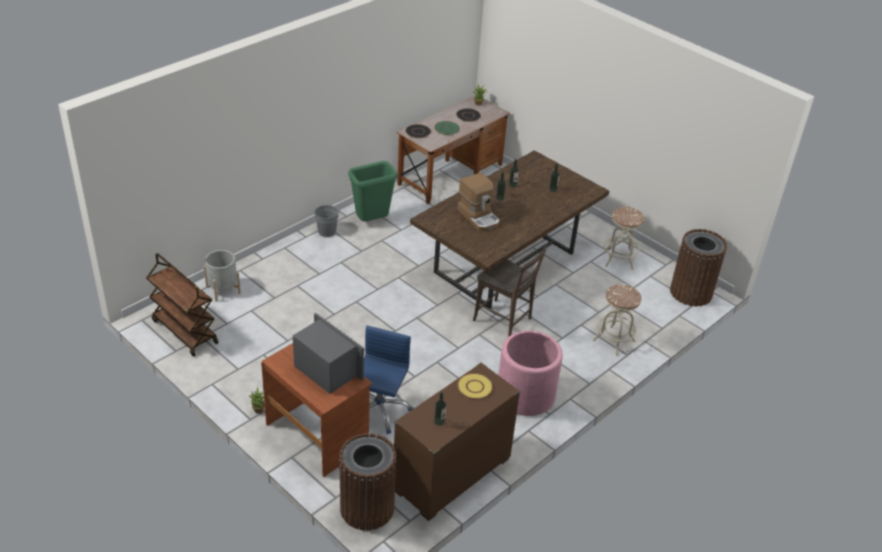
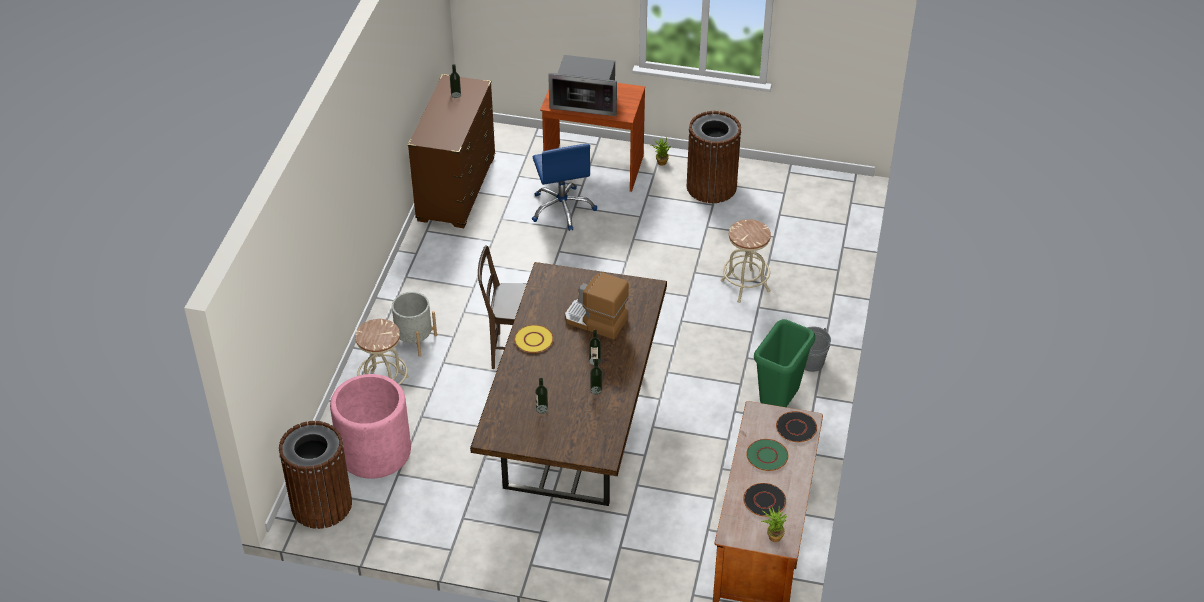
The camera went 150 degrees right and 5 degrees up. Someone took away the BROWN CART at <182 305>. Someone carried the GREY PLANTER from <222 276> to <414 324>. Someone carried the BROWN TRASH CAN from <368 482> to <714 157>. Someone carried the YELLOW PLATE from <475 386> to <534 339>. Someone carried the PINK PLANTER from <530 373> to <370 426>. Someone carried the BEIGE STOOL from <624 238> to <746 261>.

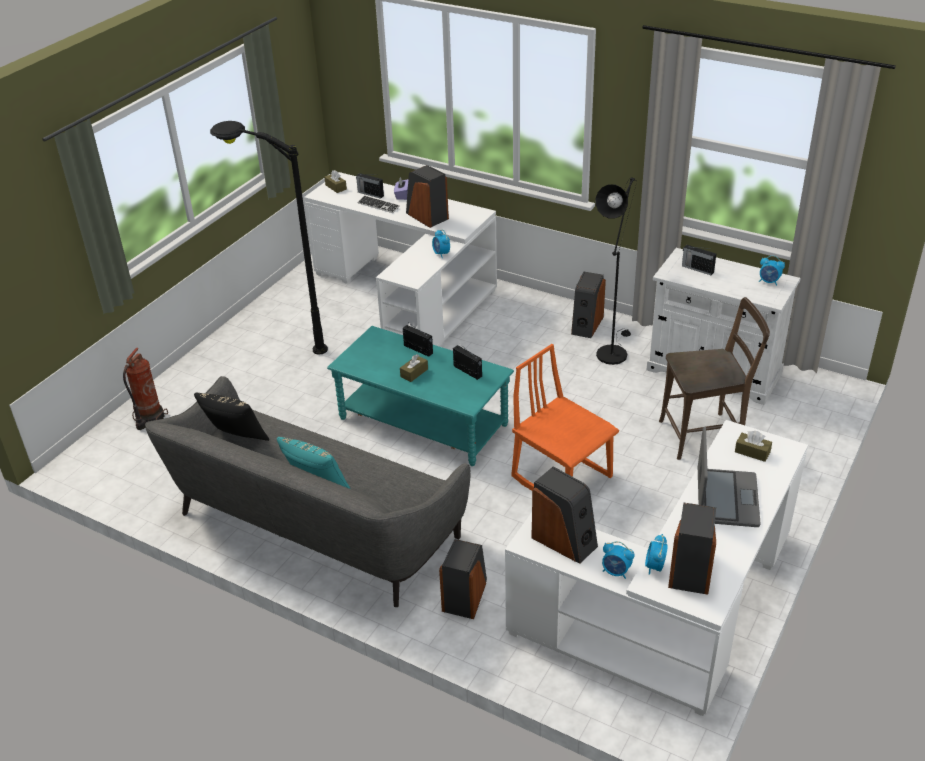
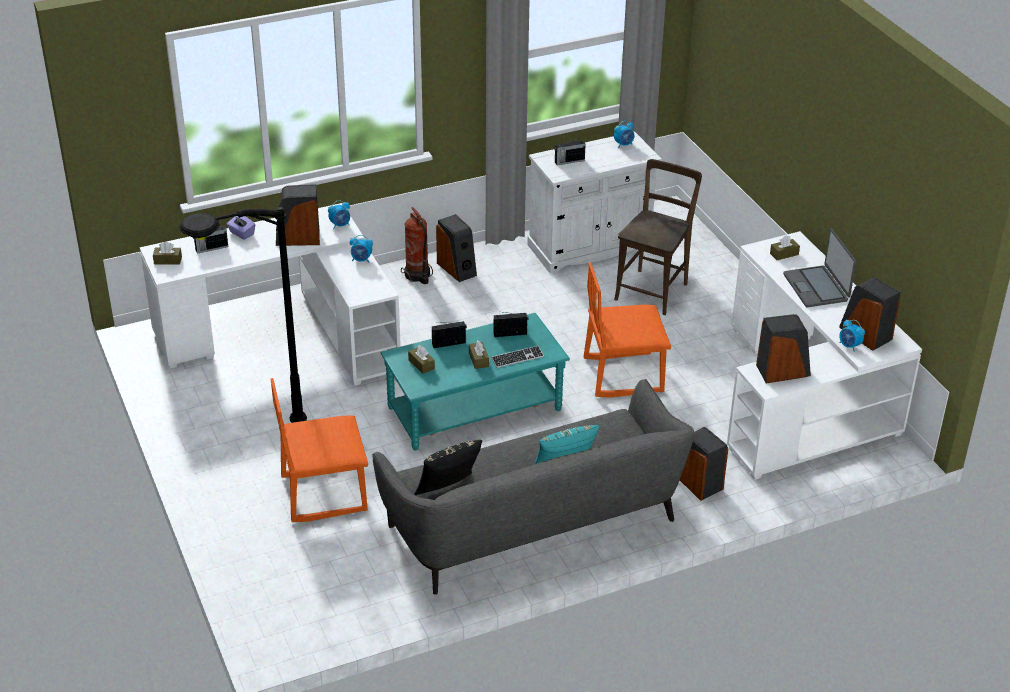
The camera went 55 degrees left and 0 degrees up. Someone carried the FIRE EXTINGUISHER from <145 389> to <417 245>. Someone carried the KEYBOARD from <379 204> to <517 357>. Someone took away the BLACK FLOOR LAMP at <616 271>. Someone carried the ALARM CLOCK from <618 560> to <339 214>. Someone rotated the LAPTOP at <729 477> by 150 degrees counterclockwise. Someone put down the ORANGE CHAIR at <319 450>. Someone put down the BROWN TISSUE BOX at <421 359>.

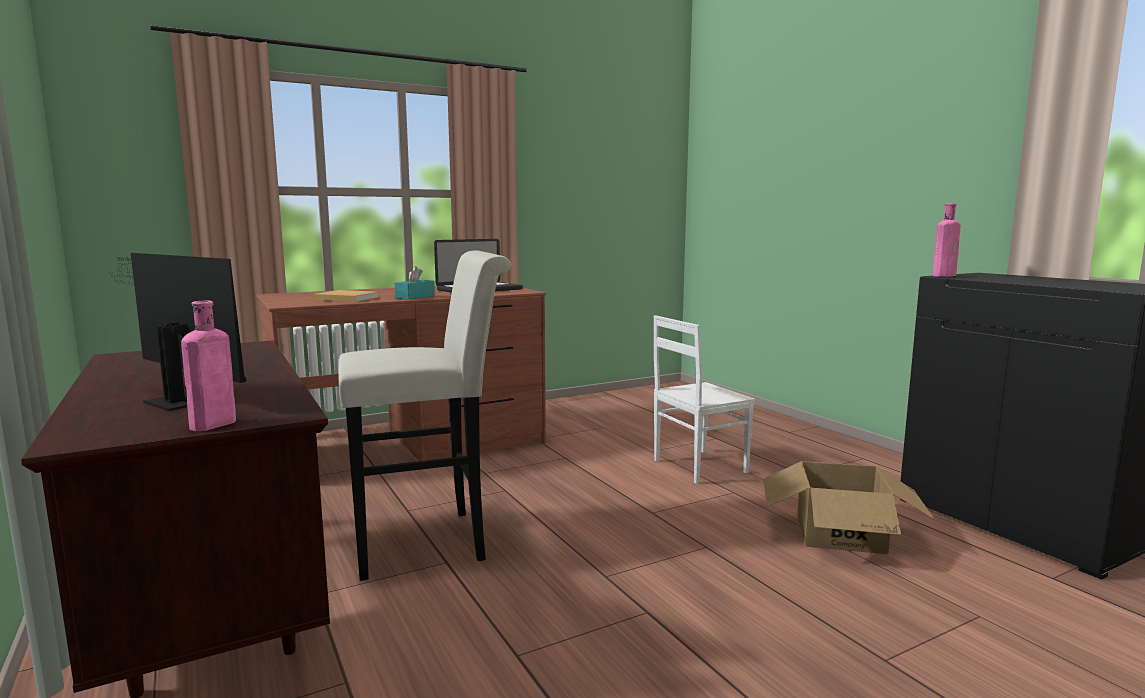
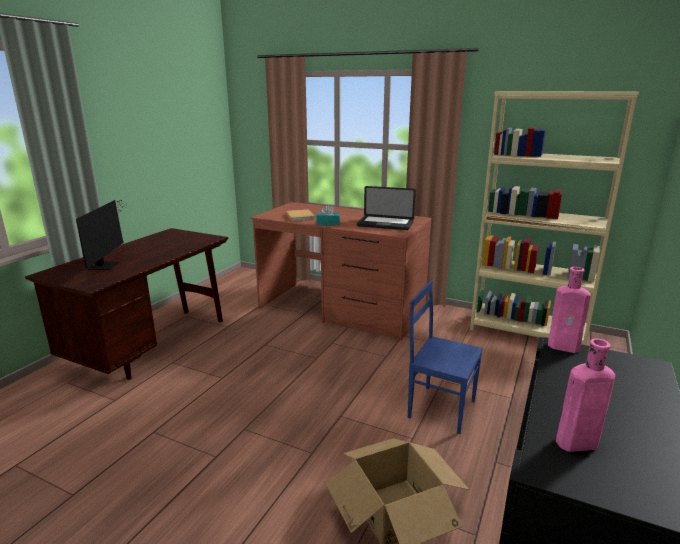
The camera went 55 degrees right and 10 degrees up. Someone carried the PINK BOTTLE from <208 366> to <585 395>. Someone took away the WHITE STOOL at <424 415>. Someone repainted the WHITE CHAIR at <704 399>, which became the BLUE CHAIR at <445 357>. Someone put down the BEIGE BOOKCASE at <554 218>.

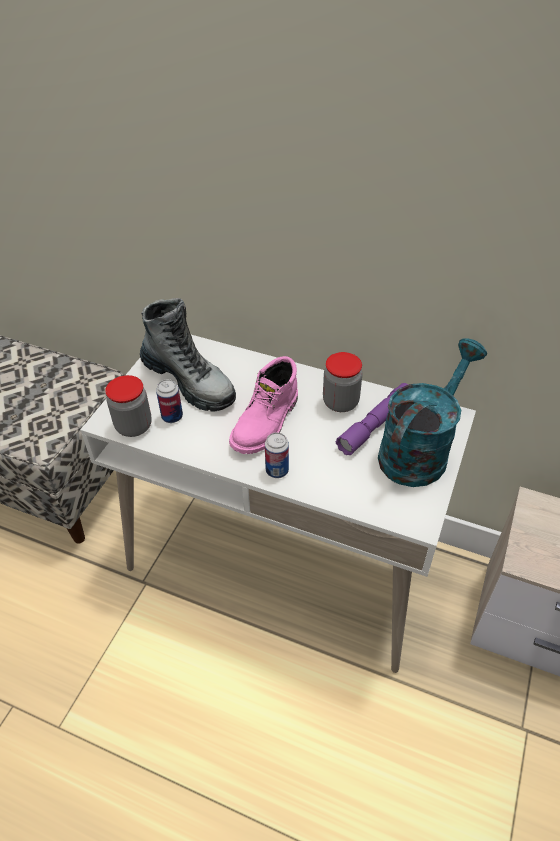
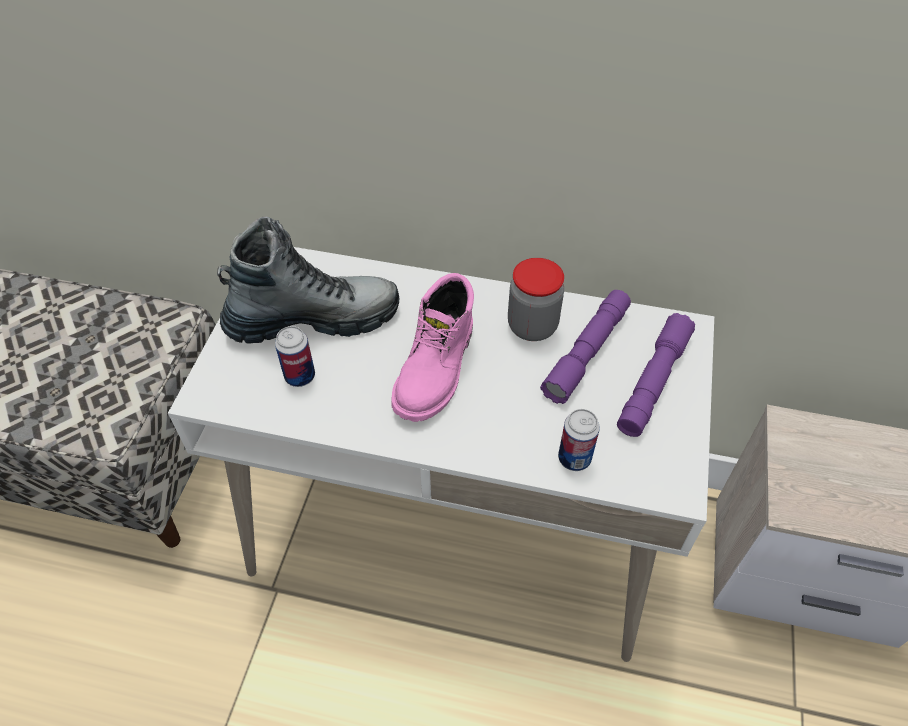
The camera went 10 degrees left and 5 degrees up. Someone took away the JAR at <128 406>. Someone rotated the BOOT at <188 354> by 45 degrees counterclockwise. Someone carried the CAN from <277 455> to <579 440>. Someone swapped the TURQUOISE WATERING CAN at <432 412> for the PURPLE FLASHLIGHT at <656 375>.

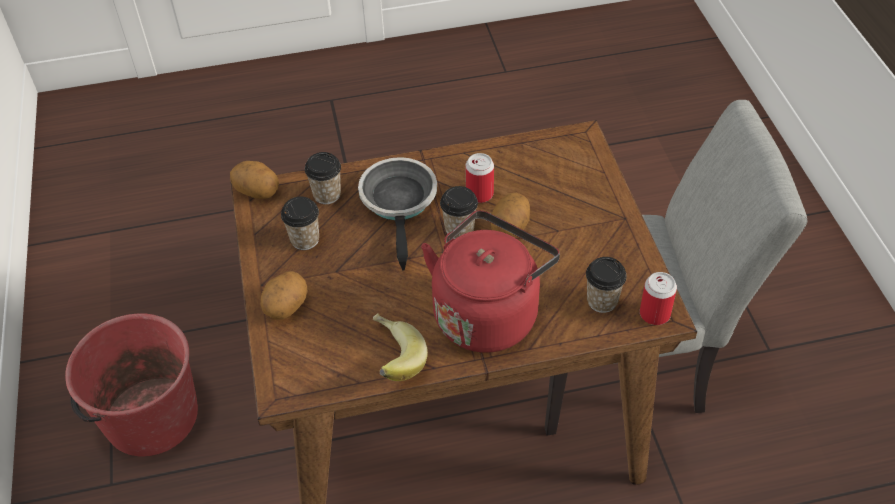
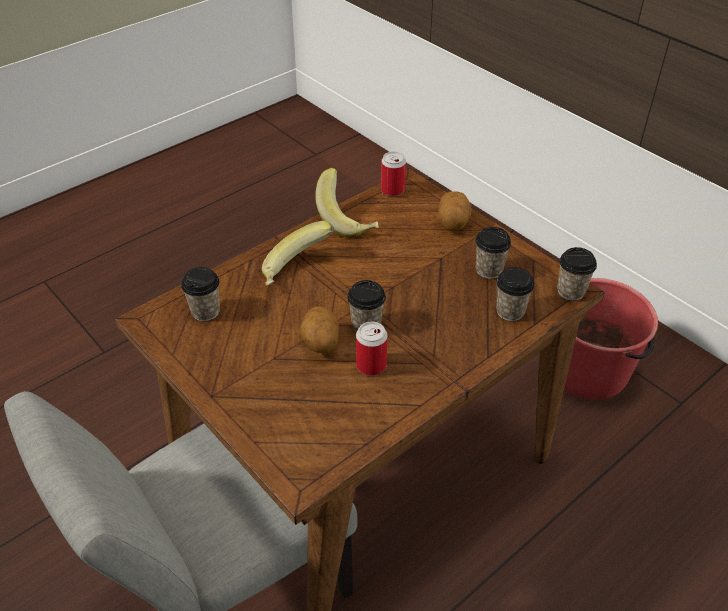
The camera went 150 degrees right and 5 degrees down. Someone swapped the POTATO at <254 180> for the CUP at <577 274>. Someone took away the FRYING PAN at <397 214>. Someone swapped the RED KETTLE at <490 281> for the BANANA at <298 253>. Someone carried the CAN from <658 298> to <393 173>.

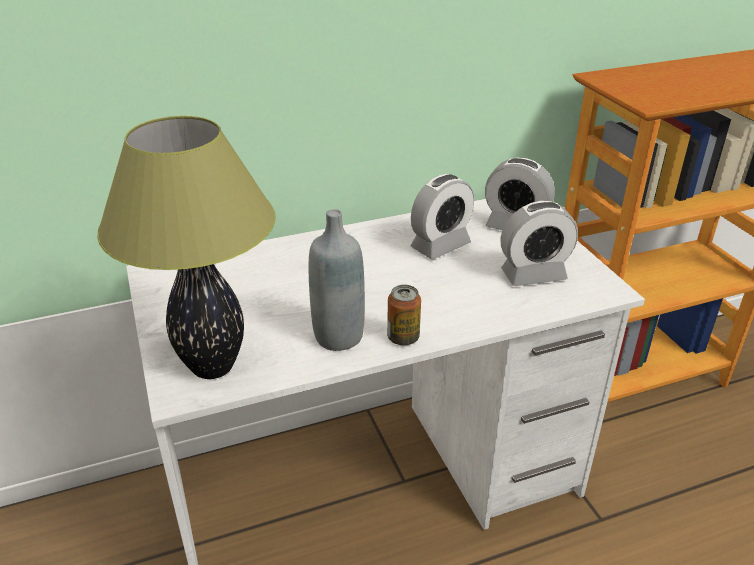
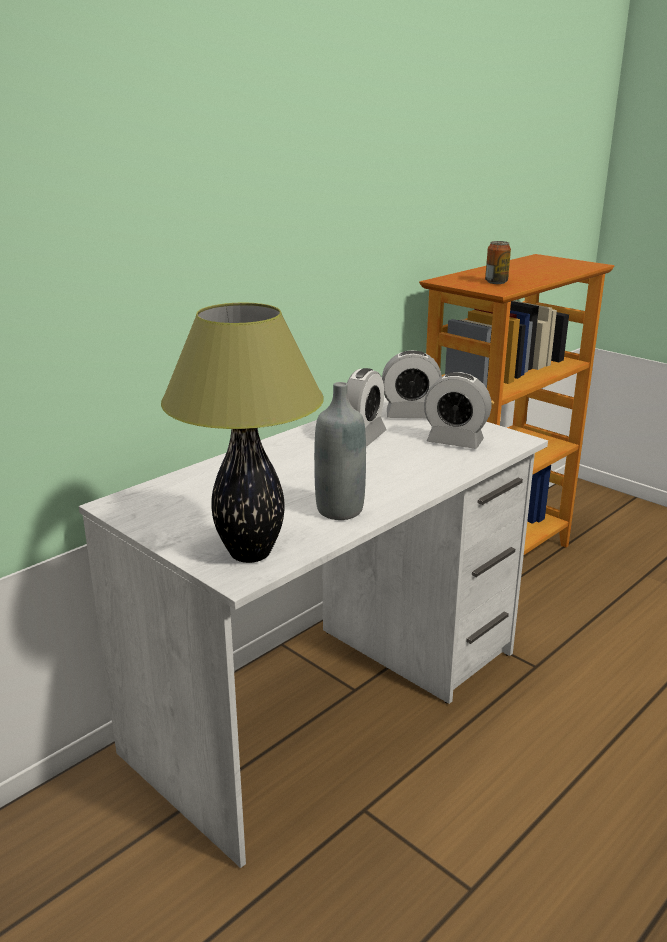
The camera went 25 degrees left and 10 degrees down. Someone carried the CAN from <404 315> to <498 262>. Someone rotated the ALARM CLOCK at <539 243> by 60 degrees clockwise.

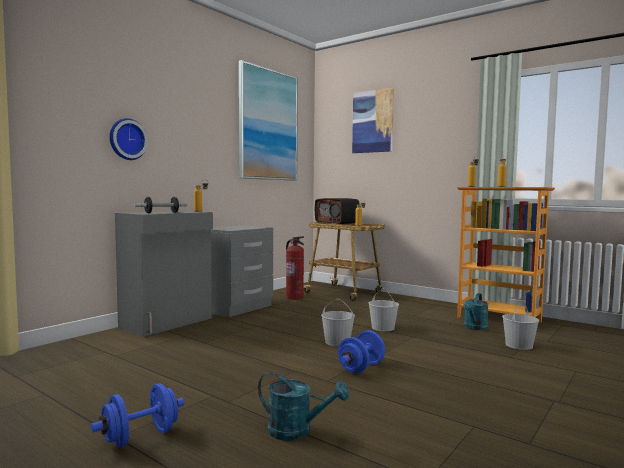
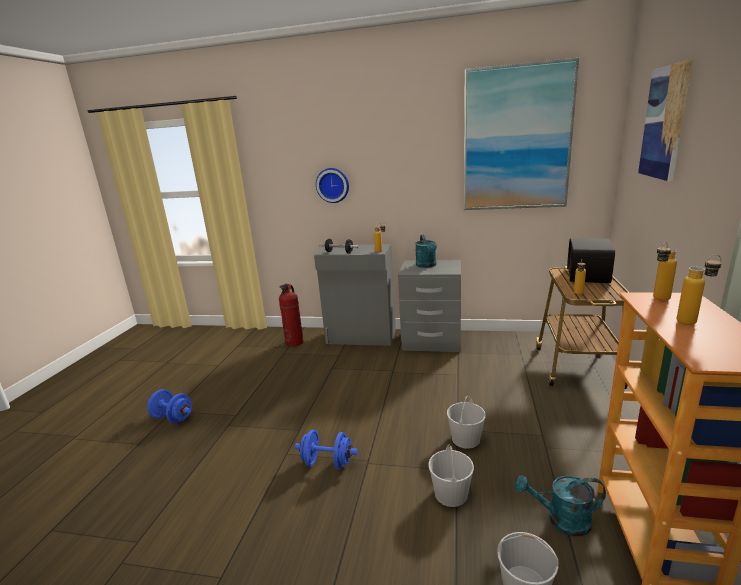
The camera went 65 degrees right and 15 degrees up. Someone carried the TURQUOISE WATERING CAN from <303 406> to <426 251>. Someone carried the FIRE EXTINGUISHER from <295 267> to <291 315>. Someone carried the WHITE BUCKET from <338 322> to <451 475>.

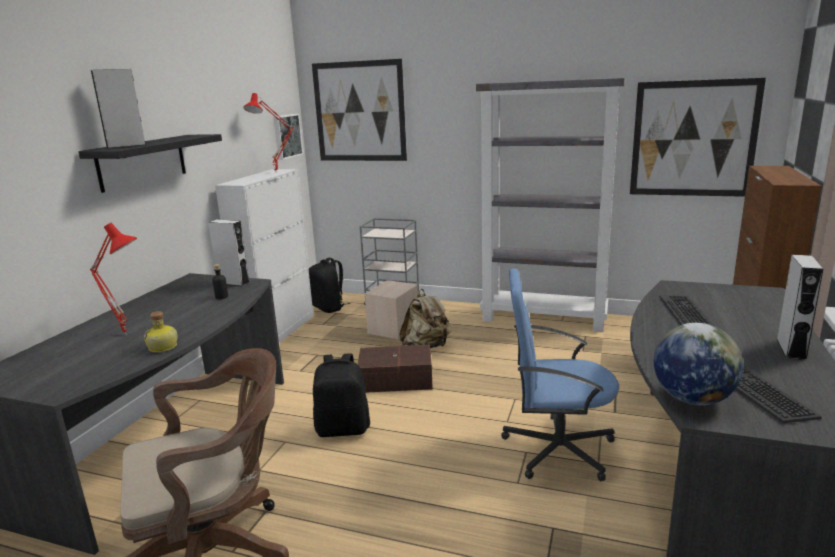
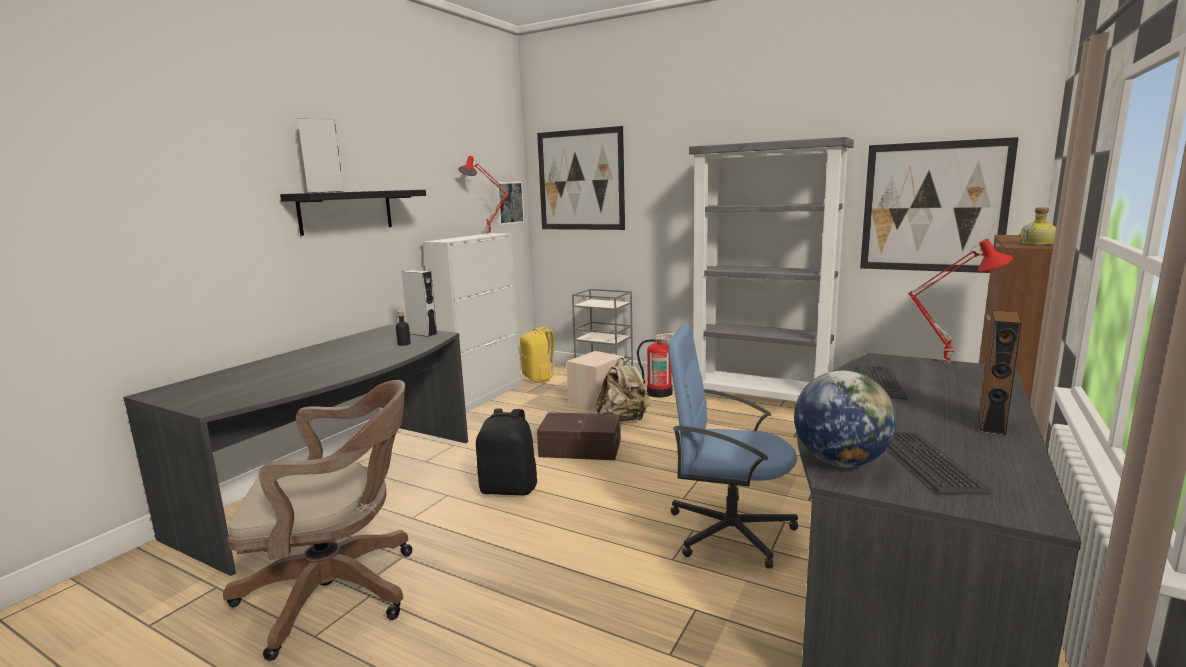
The camera went 10 degrees right and 5 degrees down. Someone carried the RED TABLE LAMP from <113 278> to <960 301>. Someone carried the BOTTLE from <160 332> to <1038 226>. Someone repainted the BLACK BACKPACK at <329 285>, which became the YELLOW BACKPACK at <540 355>. Someone repainted the GREY SPEAKER at <800 307>, which became the BROWN SPEAKER at <999 373>. Someone put down the FIRE EXTINGUISHER at <656 365>.

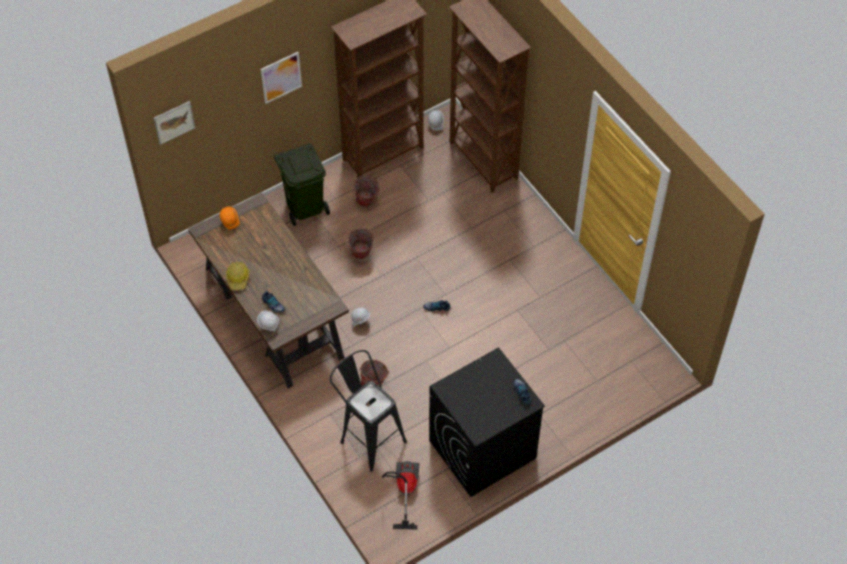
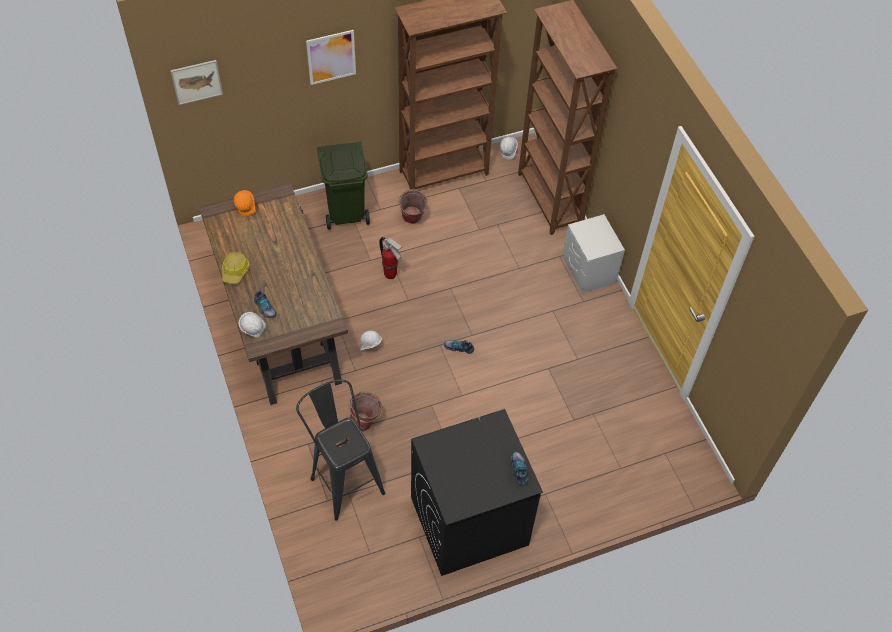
The camera went 10 degrees right and 0 degrees up. Someone swapped the BUCKET at <360 243> for the FIRE EXTINGUISHER at <390 258>. Someone took away the VACUUM CLEANER at <400 495>. Someone put down the GREY NIGHTSTAND at <594 253>.

